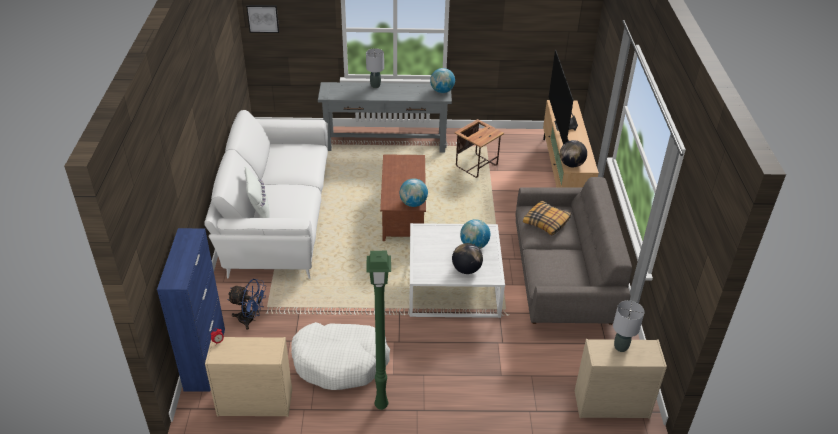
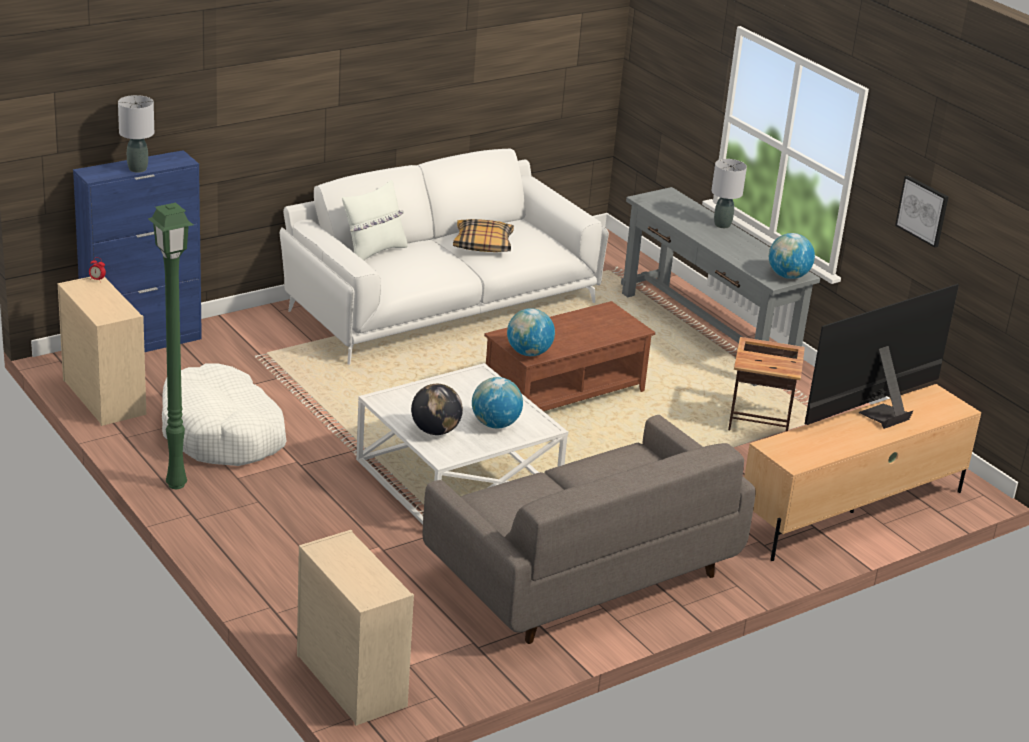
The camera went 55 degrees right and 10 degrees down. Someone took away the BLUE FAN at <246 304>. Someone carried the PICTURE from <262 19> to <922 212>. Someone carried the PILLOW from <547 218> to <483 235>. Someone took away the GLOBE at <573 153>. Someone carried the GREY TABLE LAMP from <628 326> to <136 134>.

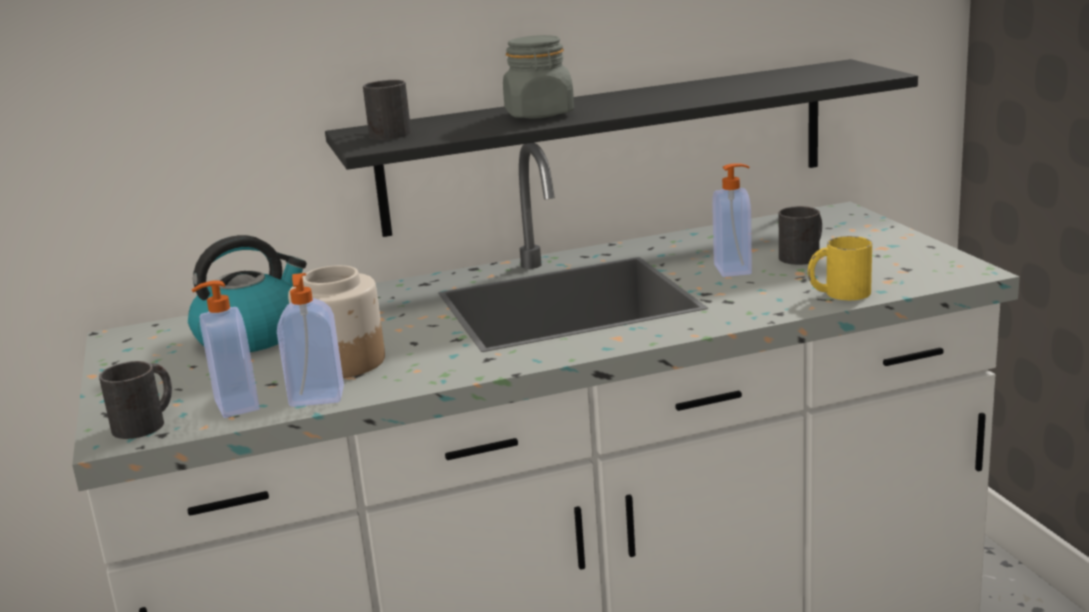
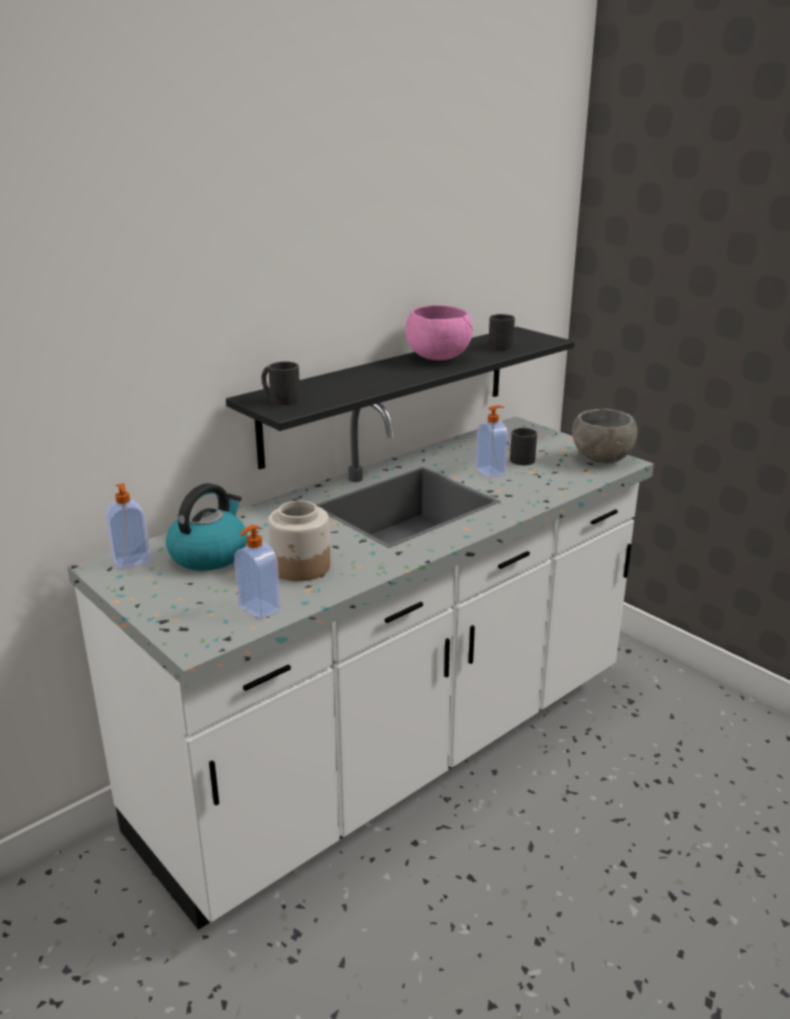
The camera went 25 degrees left and 5 degrees up. Someone carried the BLACK MUG from <135 400> to <501 332>. Someone carried the SOAP DISPENSER from <310 340> to <128 526>. Someone took away the GREY JAR at <538 77>. Someone took away the YELLOW MUG at <840 268>. Someone put down the PINK BOWL at <439 332>. Someone put down the GREY BOWL at <605 436>.

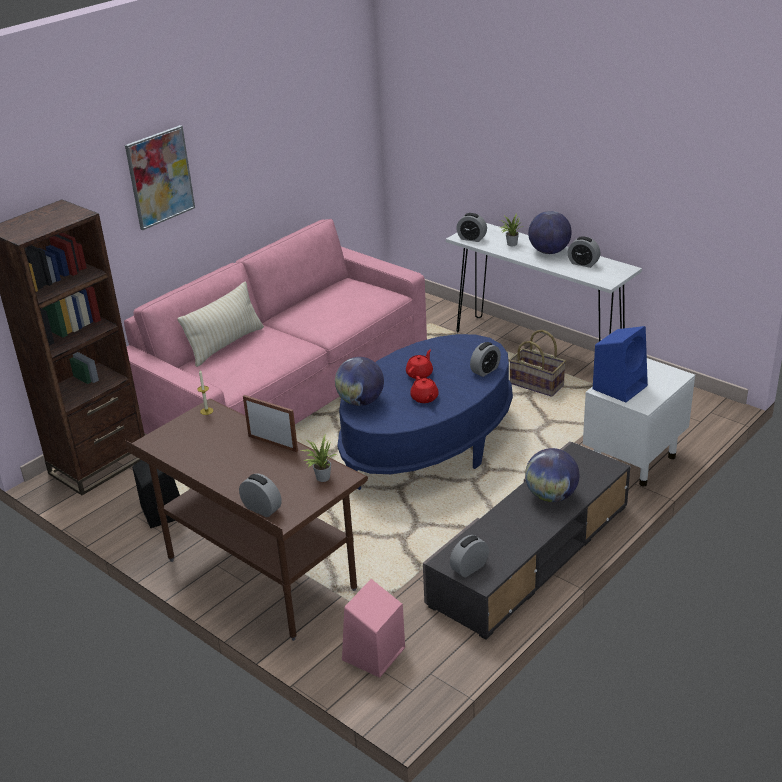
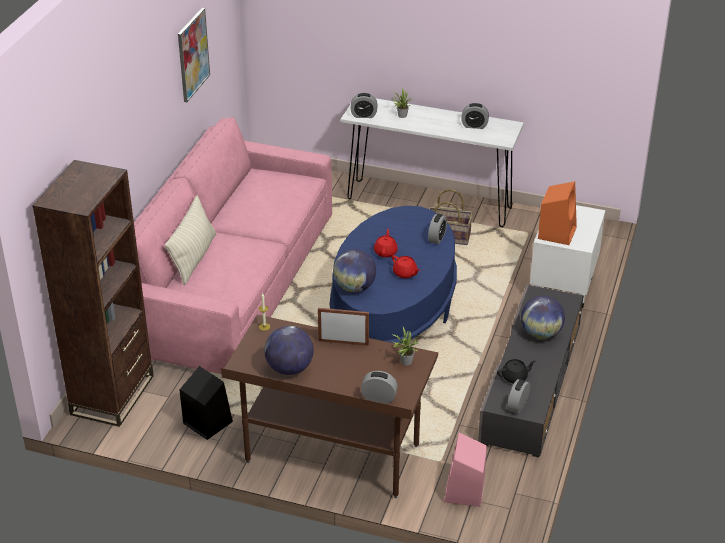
The camera went 25 degrees left and 5 degrees up. Someone carried the PICTURE from <160 177> to <194 55>. Someone carried the GLOBE from <550 232> to <288 350>. Someone repainted the BLUE SPEAKER at <620 364>, which became the ORANGE SPEAKER at <557 213>. Someone put down the BLACK TEAPOT at <516 371>.

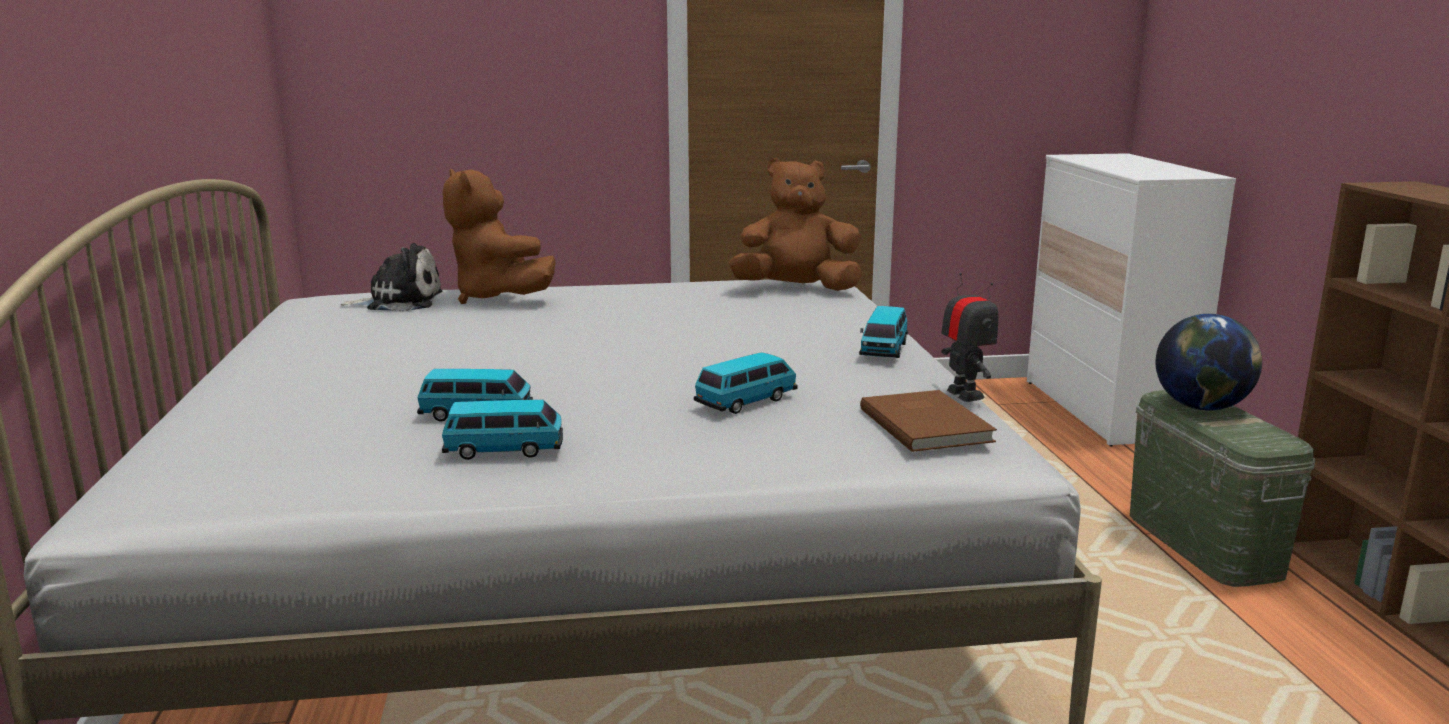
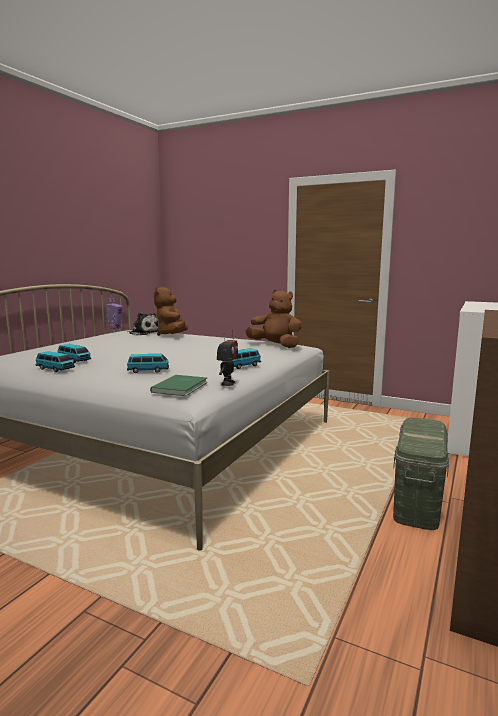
The camera went 35 degrees right and 5 degrees down. Someone repainted the BROWN BOOK at <928 421>, which became the GREEN BOOK at <179 385>. Someone took away the GLOBE at <1208 362>. Someone put down the TOY ROBOT at <114 314>.

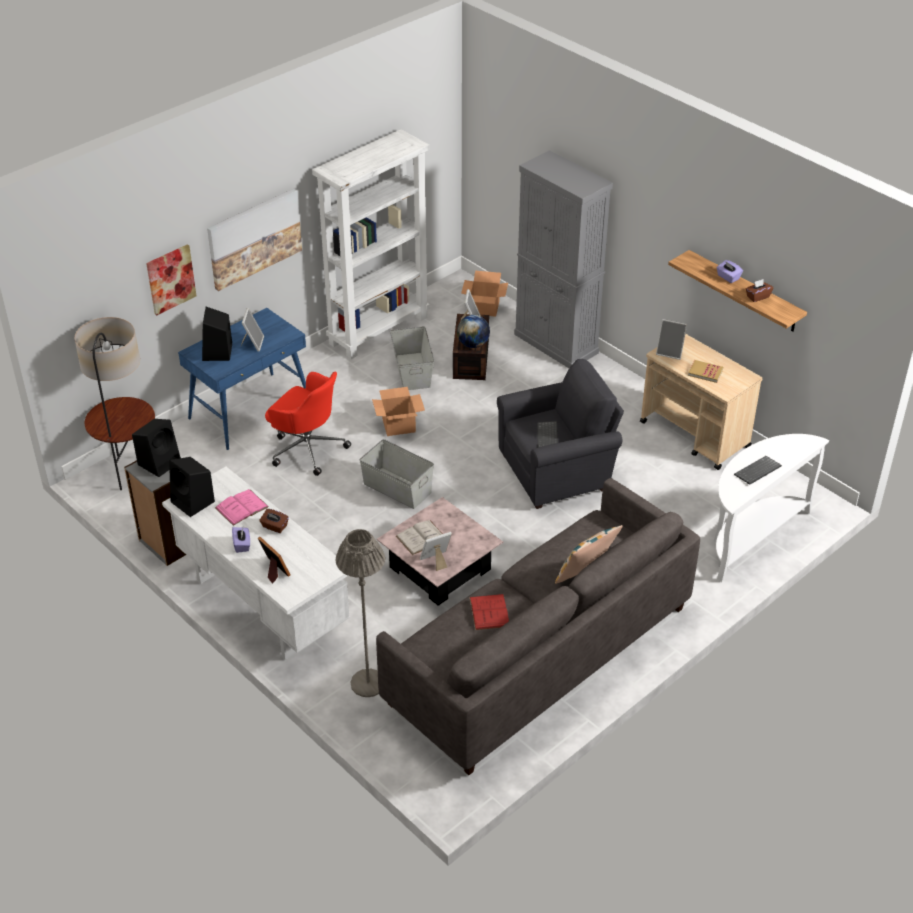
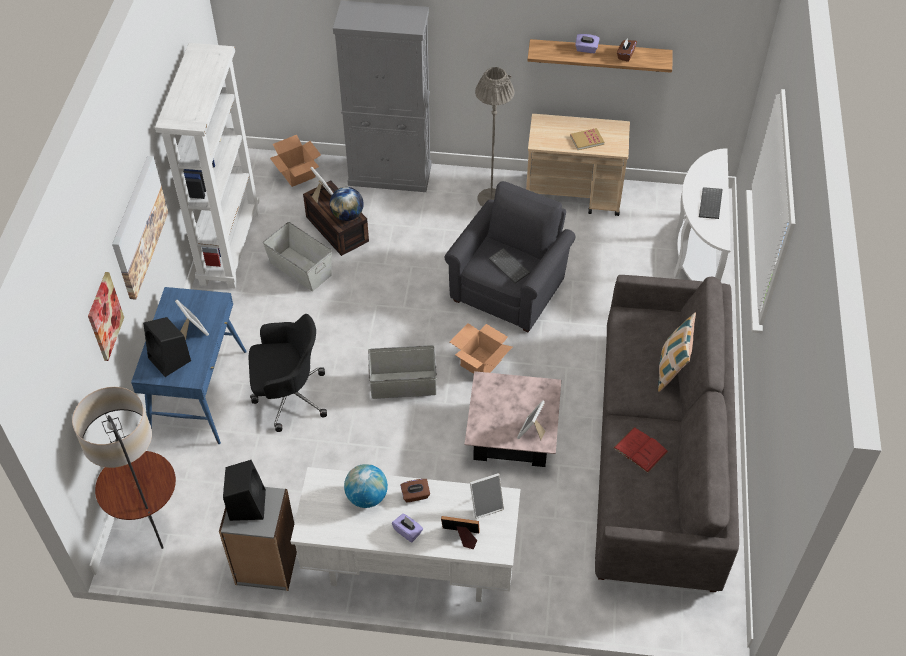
The camera went 40 degrees left and 10 degrees up. Someone took away the BLACK SPEAKER at <192 487>. Someone swapped the PINK BOOK at <242 507> for the GLOBE at <366 486>. Someone repainted the RED OFFICE CHAIR at <308 424>, which became the BLACK OFFICE CHAIR at <287 373>. Someone carried the GREY FLOOR LAMP from <360 613> to <494 136>. Someone carried the CARDBOARD BOX from <398 411> to <481 348>. Someone took away the WHITE BOOK at <419 537>. Someone carried the PICTURE FRAME from <671 339> to <487 496>.

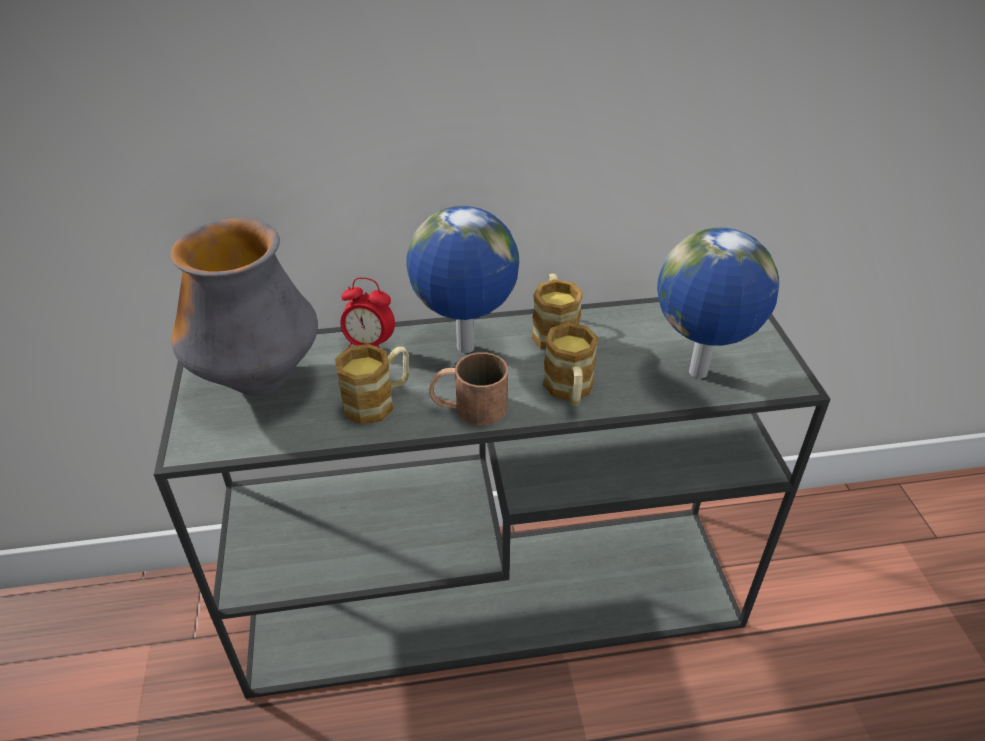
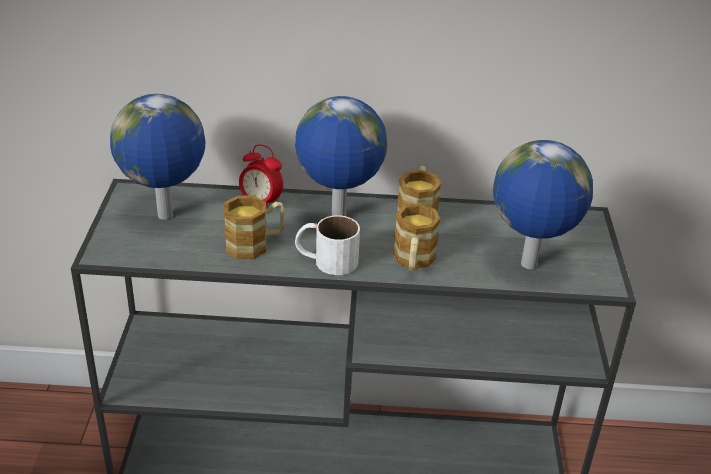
The camera went 10 degrees right and 5 degrees down. Someone swapped the VASE at <244 307> for the GLOBE at <157 157>. Someone repainted the BROWN MUG at <468 389>, which became the WHITE MUG at <327 245>.

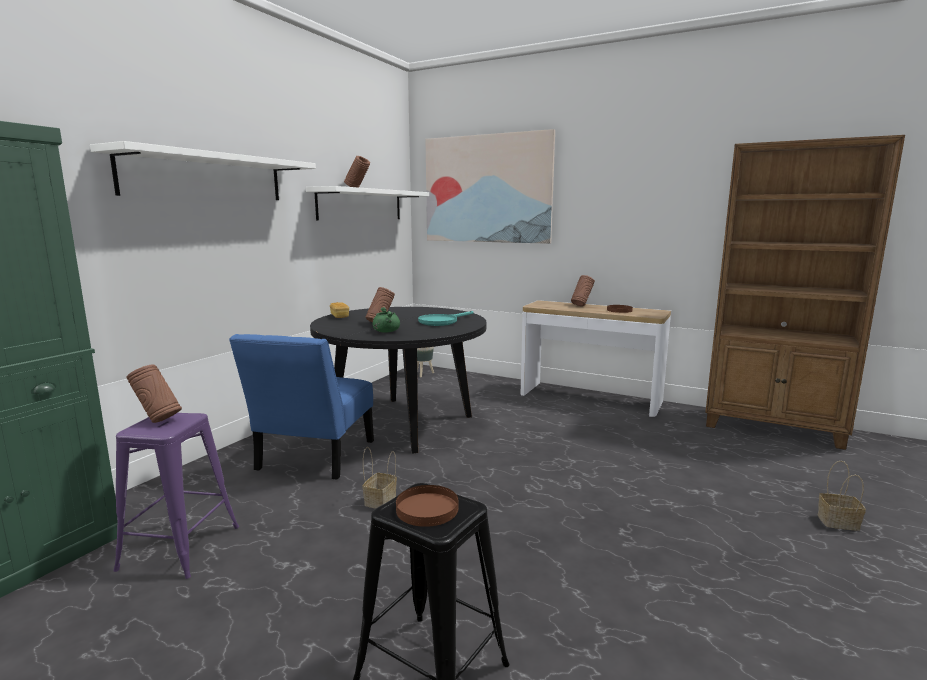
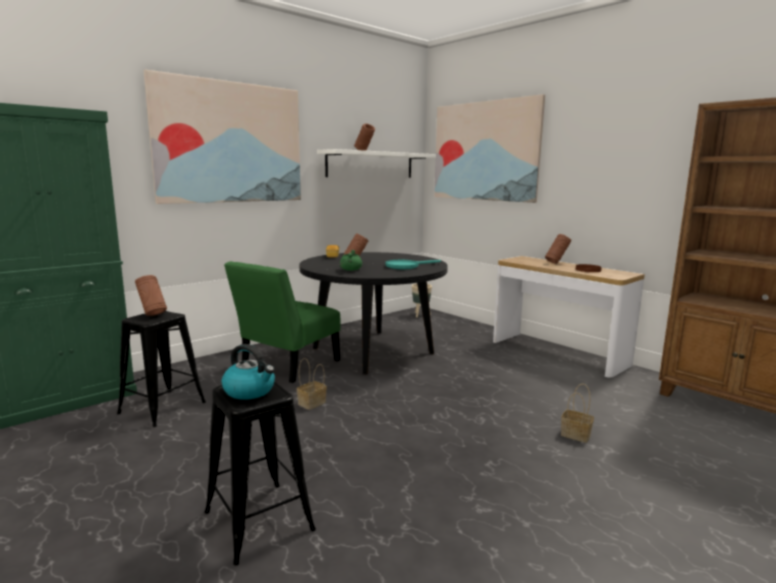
The camera went 20 degrees right and 0 degrees up. Someone swapped the WHITE SHELF at <203 170> for the PICTURE at <222 136>. Someone repainted the PURPLE STOOL at <176 496>, which became the BLACK STOOL at <161 369>. Someone repainted the BLUE CHAIR at <301 407>, which became the GREEN CHAIR at <282 322>. Someone swapped the BROWN PLATE at <427 506> for the KETTLE at <248 372>. Someone carried the BASKET from <842 496> to <577 413>.

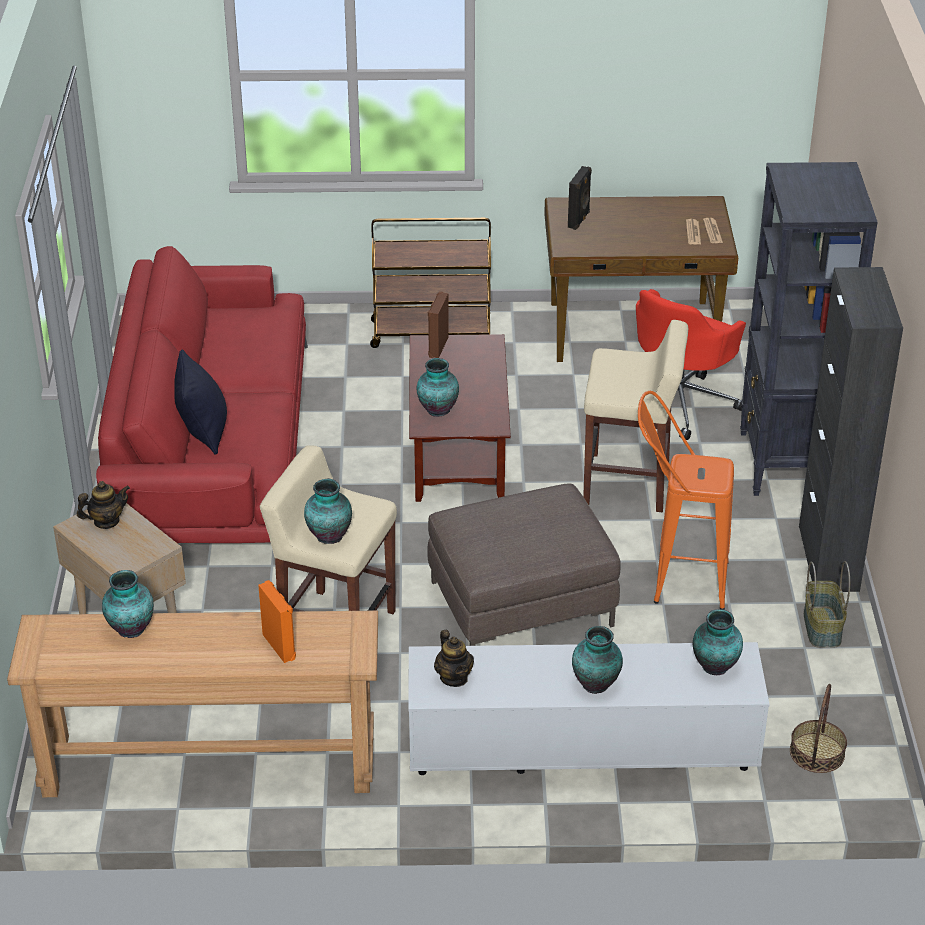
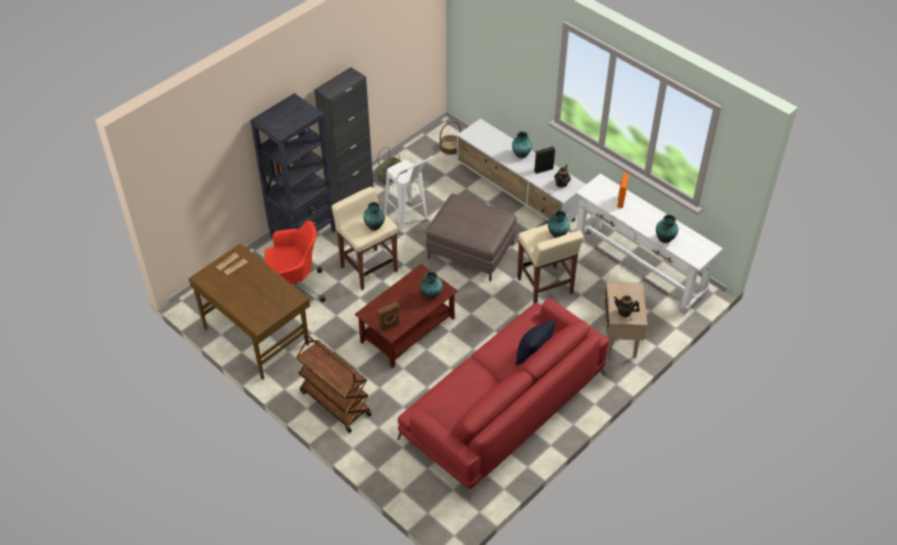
The camera went 135 degrees left and 10 degrees up. Someone repainted the BROWN CONSOLE TABLE at <192 704>, which became the WHITE CONSOLE TABLE at <649 244>. Someone carried the BLACK SPEAKER from <580 198> to <544 160>. Someone repainted the ORANGE STOOL at <686 500>, which became the WHITE STOOL at <408 195>. Someone carried the VASE from <718 642> to <374 216>.

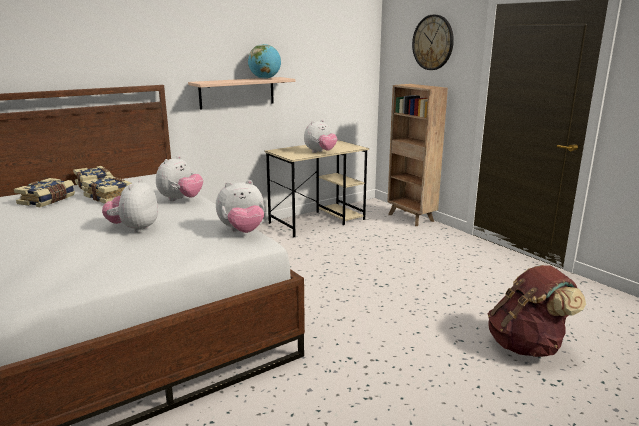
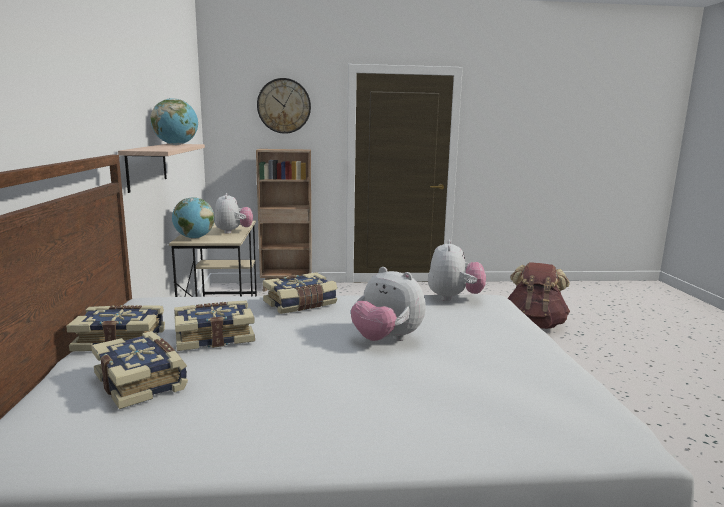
The camera went 60 degrees left and 5 degrees down. Someone swapped the PLUSH TOY at <179 178> for the BOOK at <300 293>. Someone put down the GLOBE at <193 217>.

